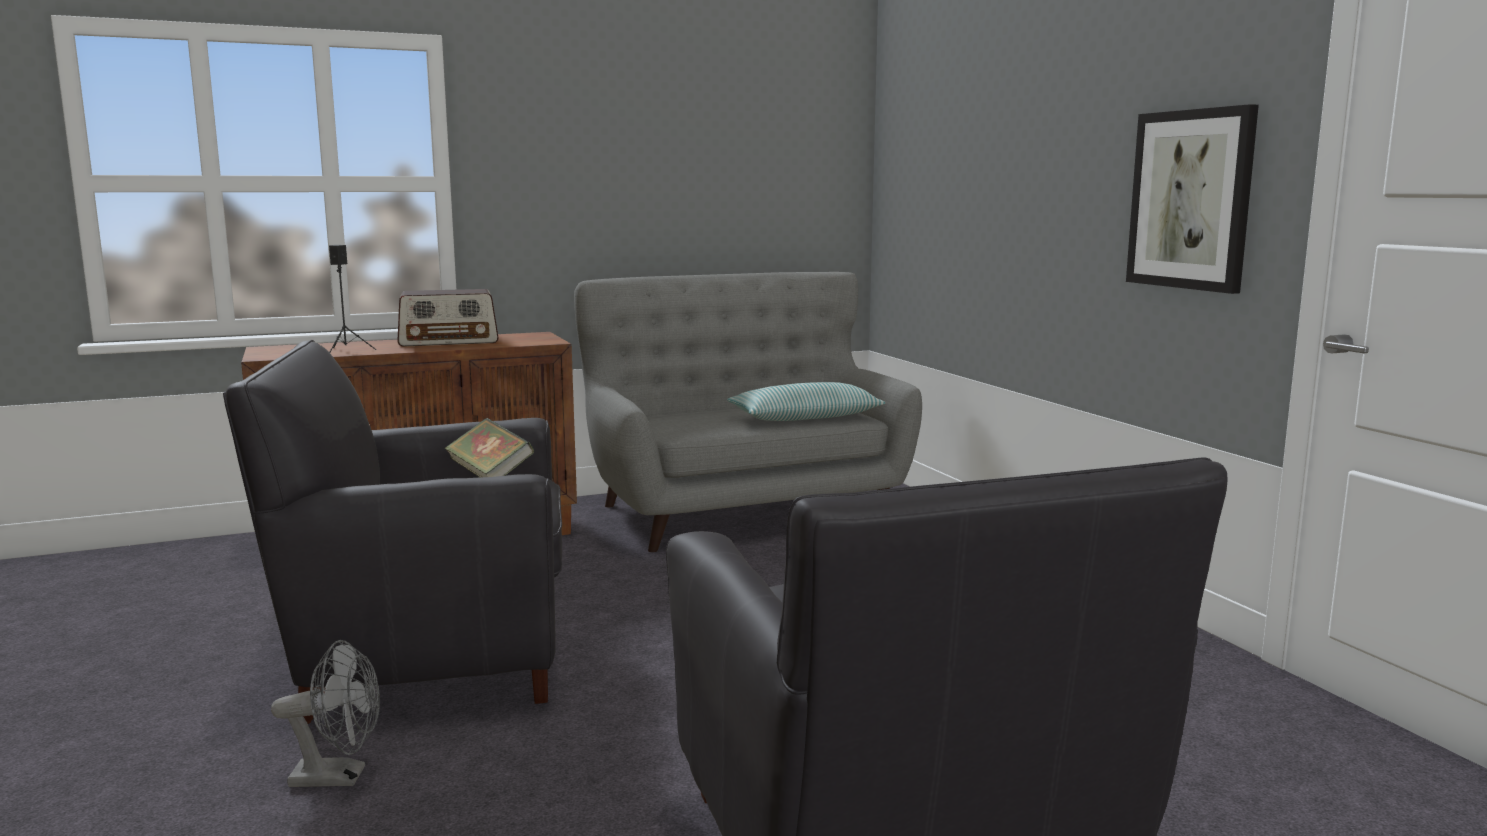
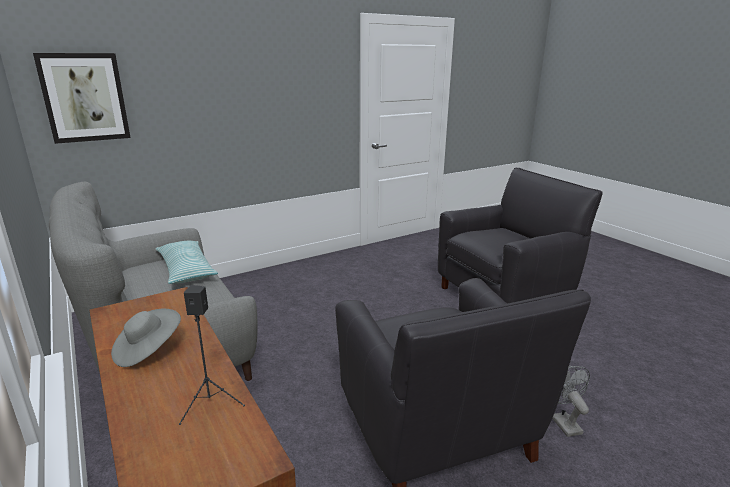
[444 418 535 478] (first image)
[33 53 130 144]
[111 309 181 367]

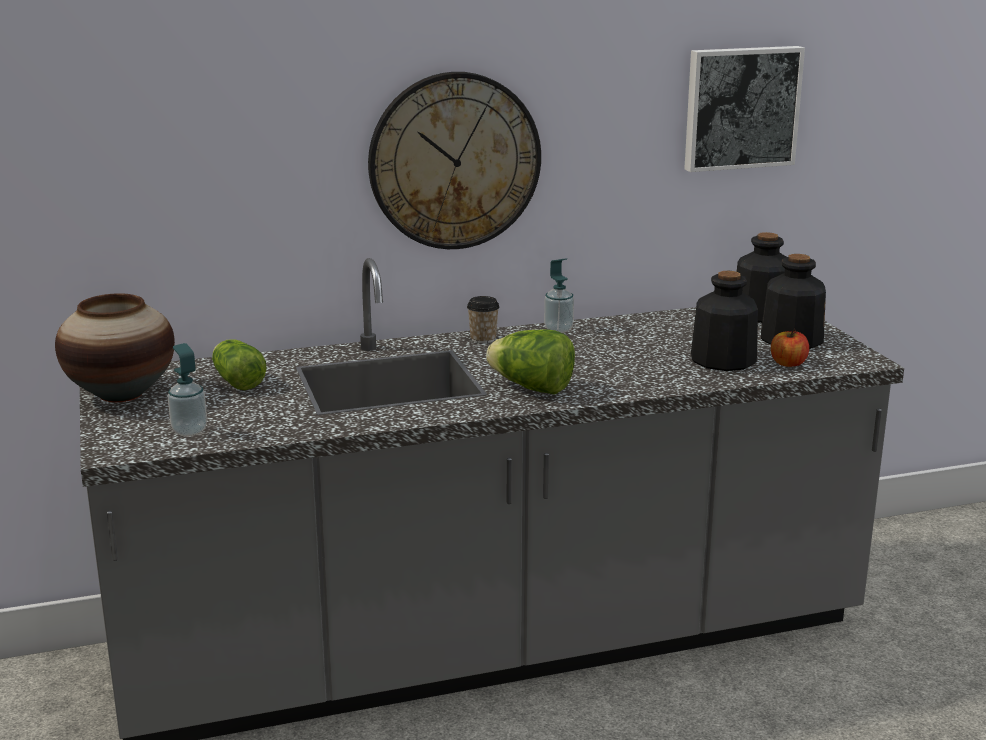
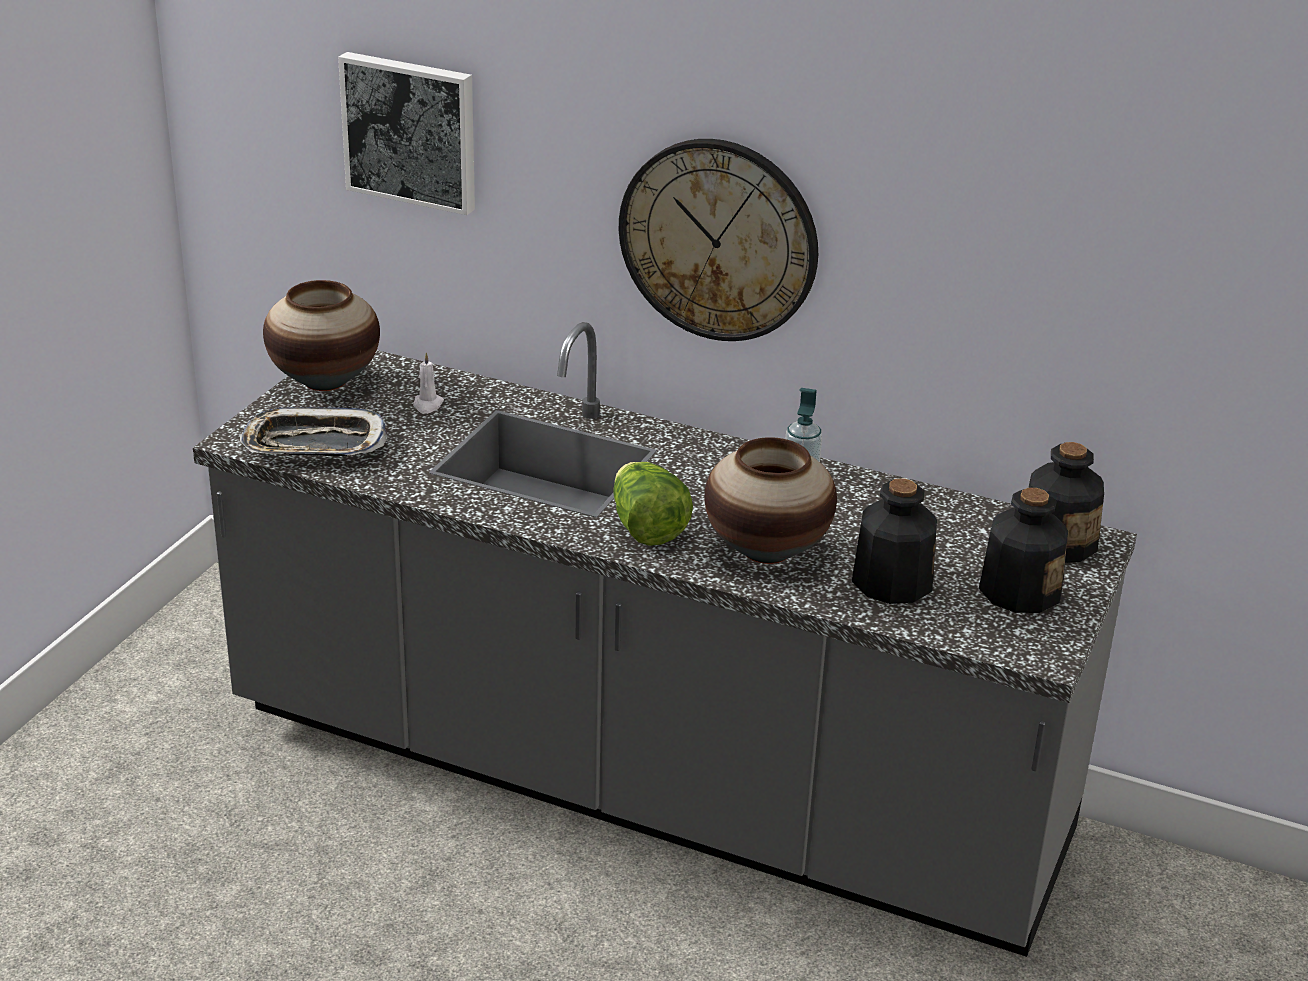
[467 296 500 344] (first image)
[771 329 809 367] (first image)
[705 437 837 564]
[338 52 475 215]
[240 407 388 457]
[413 352 444 414]

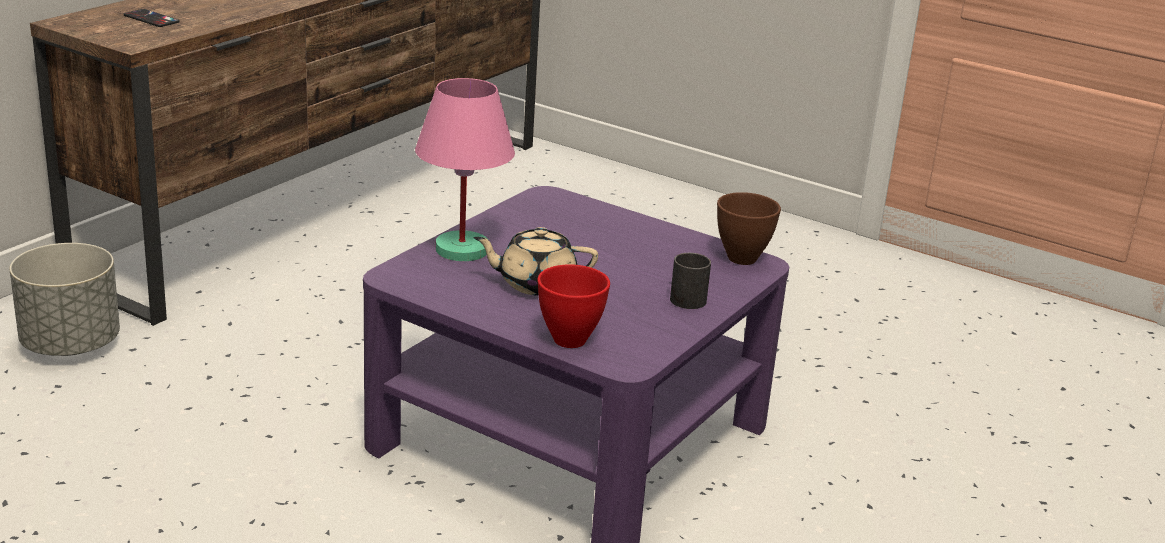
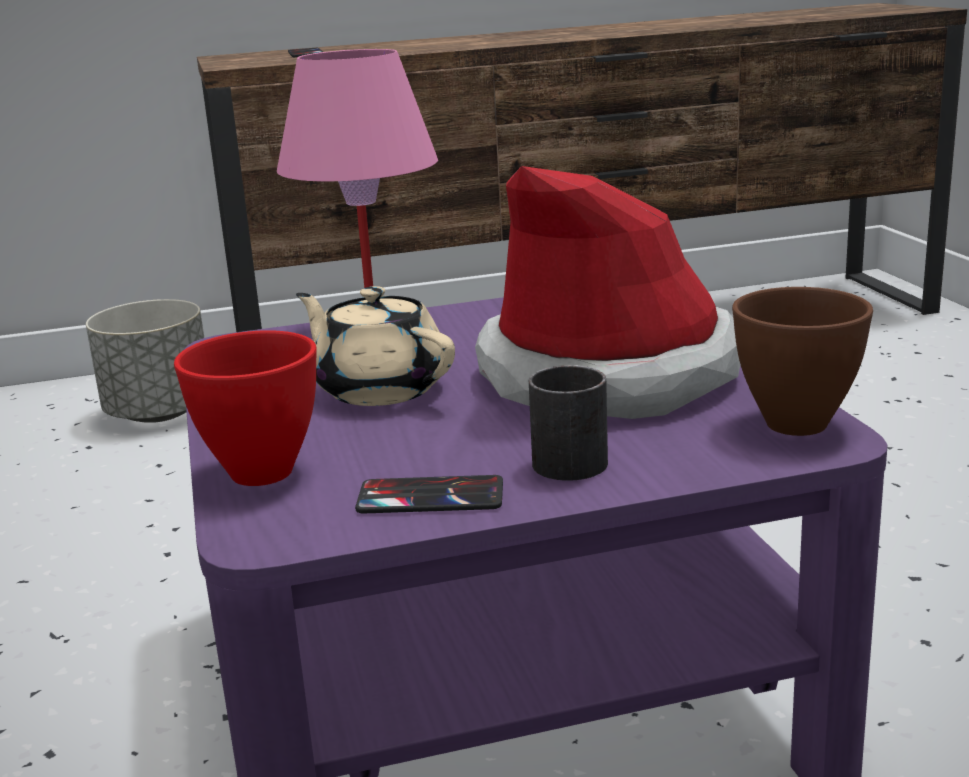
[355 475 503 513]
[475 166 741 419]

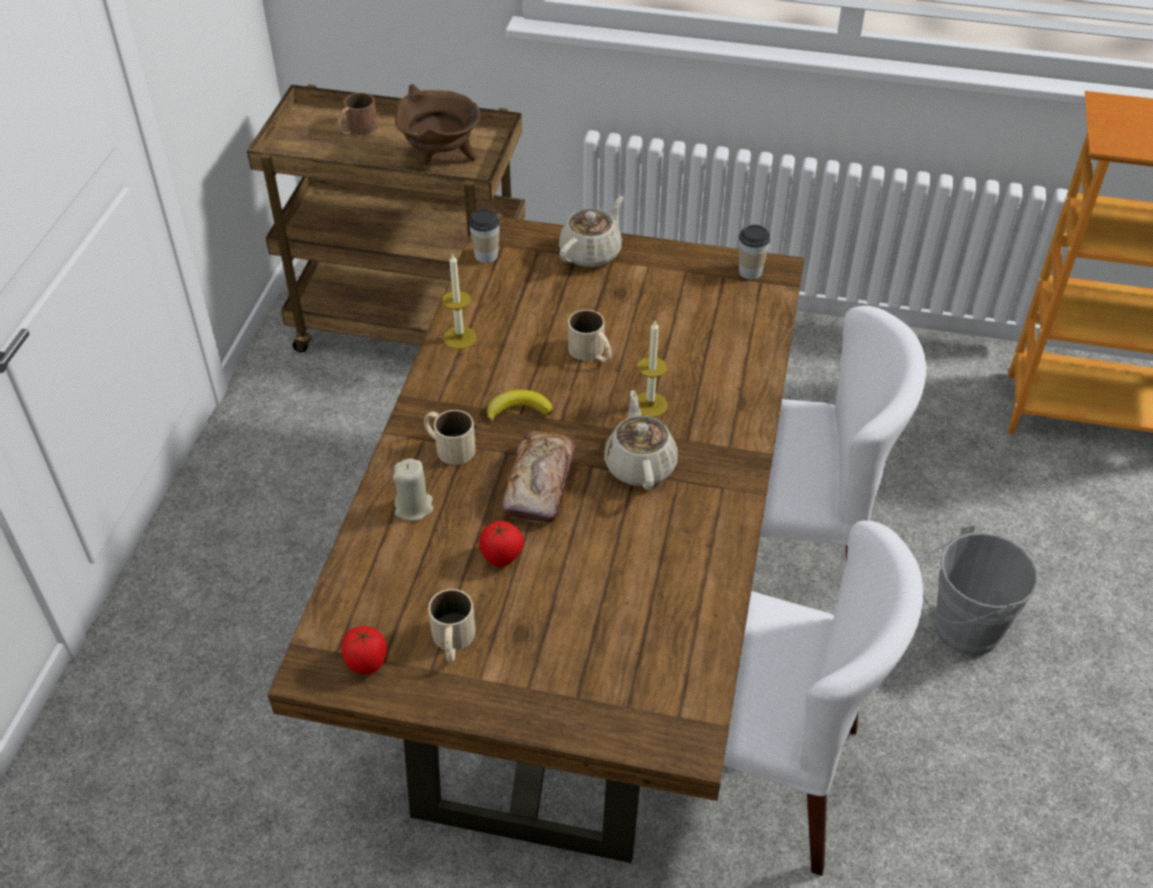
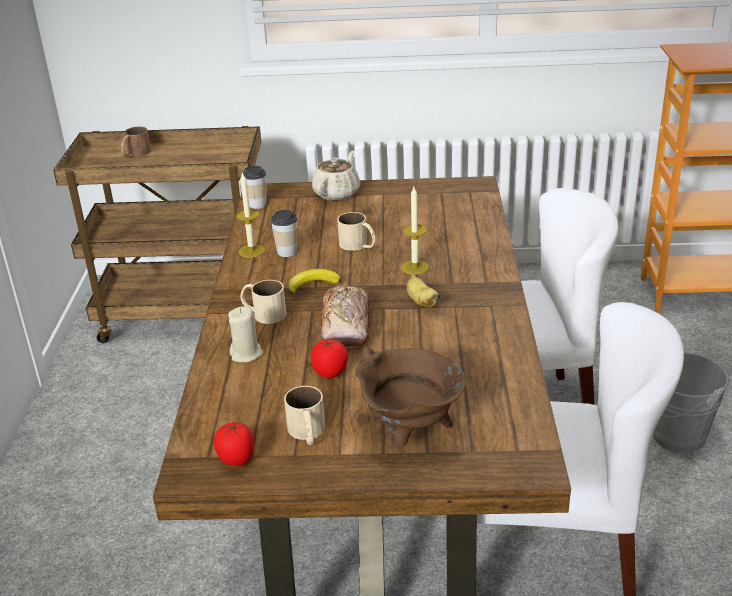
[356 346 466 447]
[271 210 297 257]
[407 274 440 308]

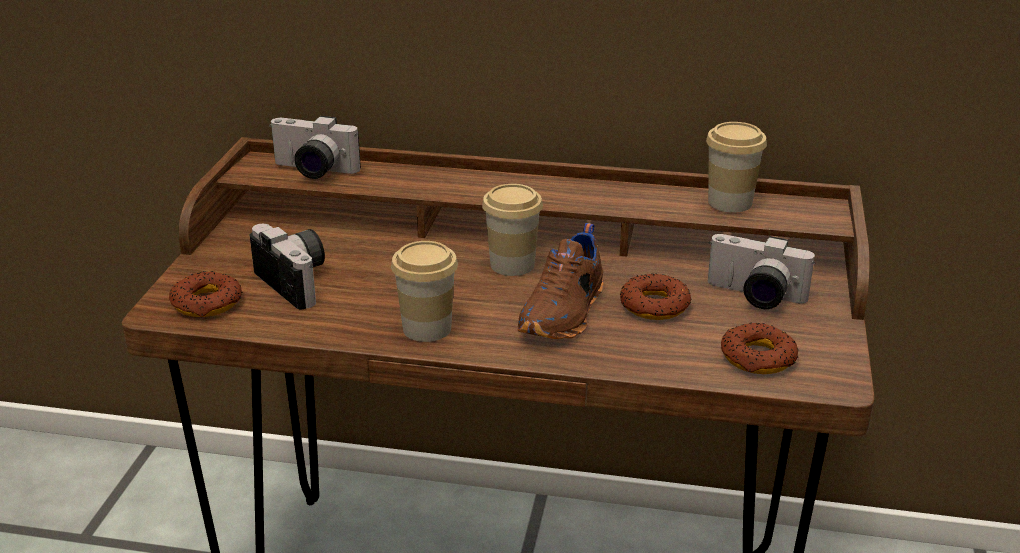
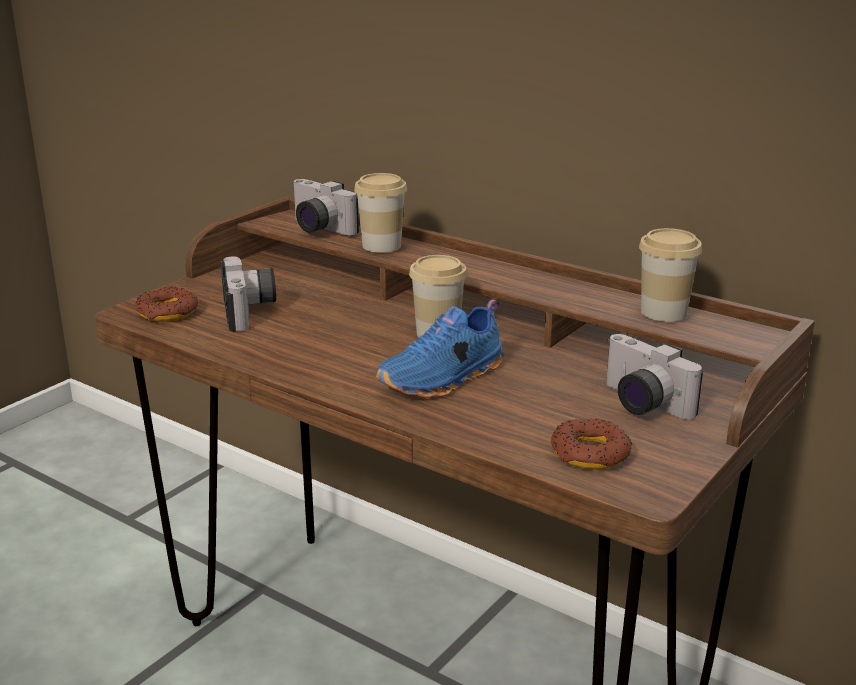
[620 274 692 320] (first image)
[354 173 407 253]
[376 299 503 398]

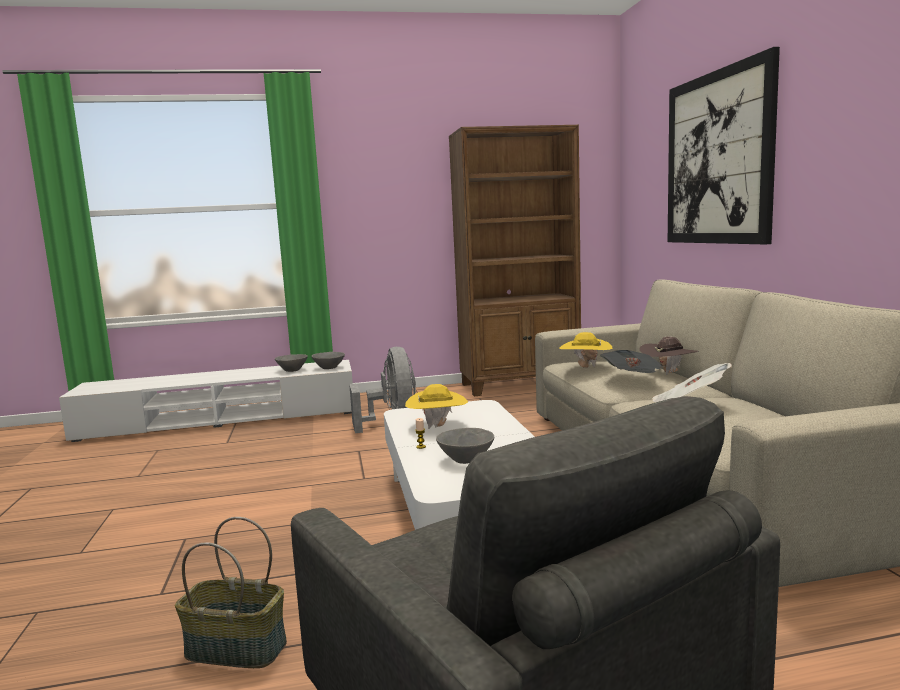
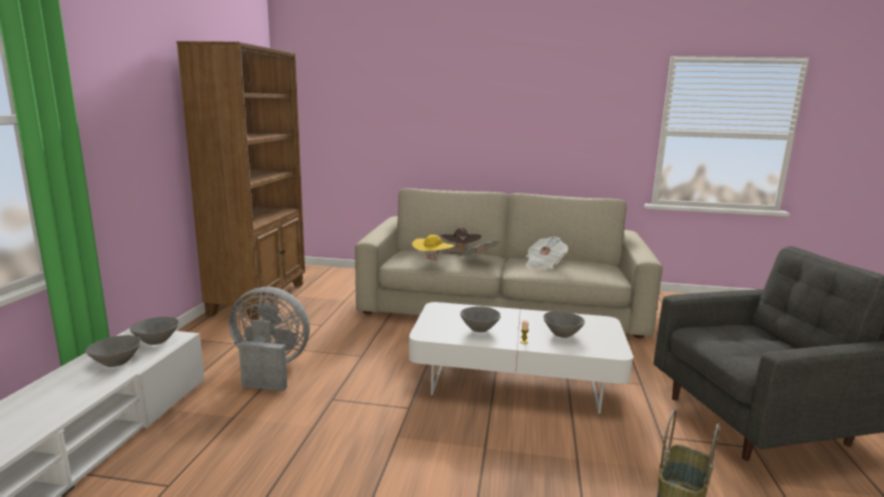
[668 47 780 244] (first image)
[460 306 501 332]

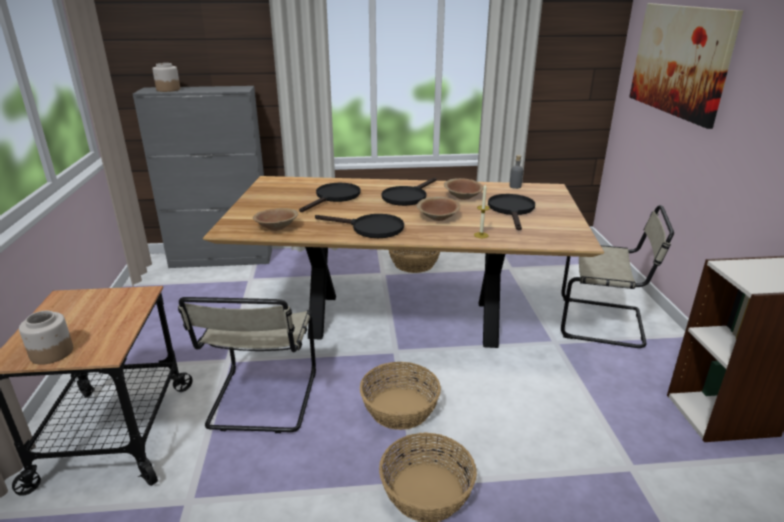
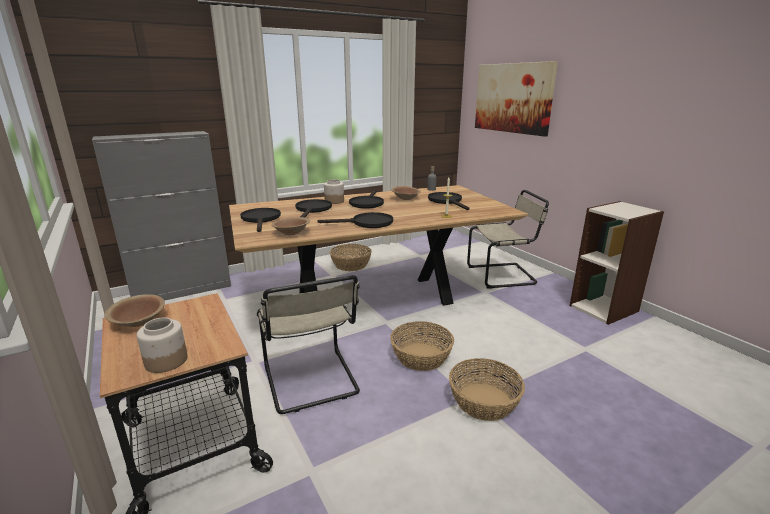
[240 208 281 232]
[324 179 344 204]
[104 294 165 327]

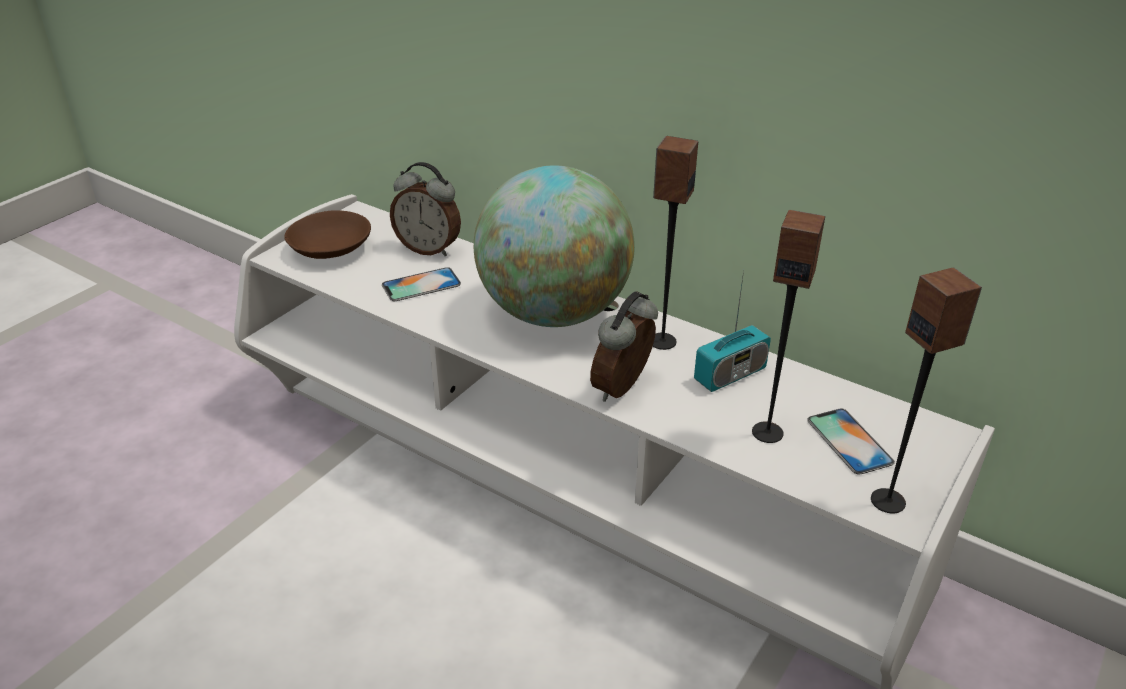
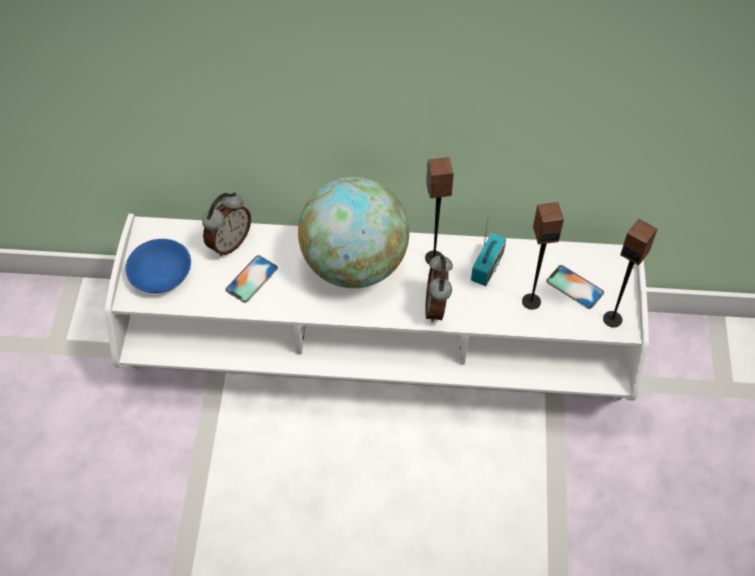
[126 239 191 293]
[202 192 251 256]

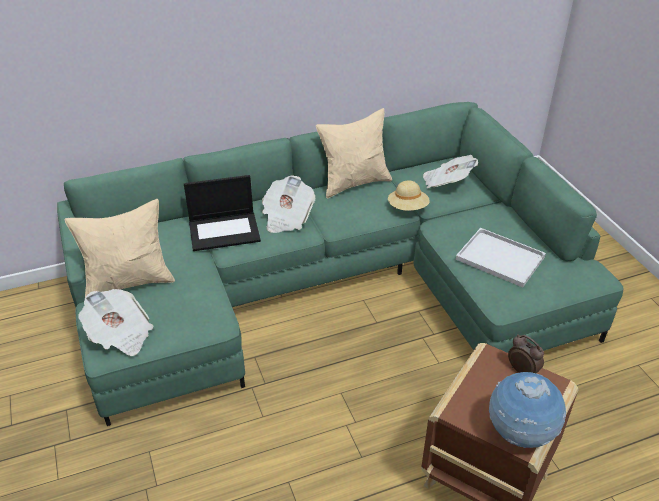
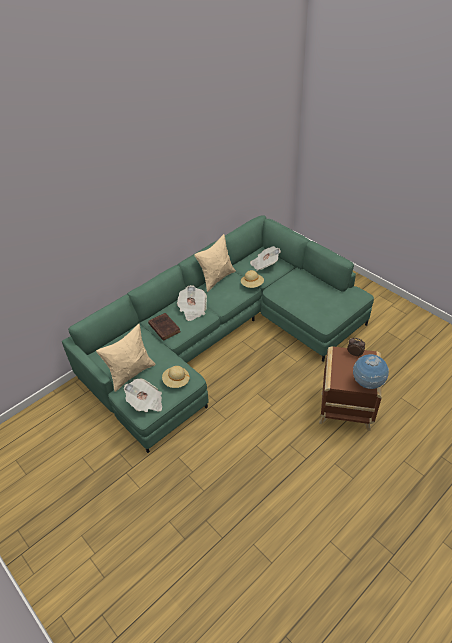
[456 228 546 288] (first image)
[162 366 190 388]
[148 313 181 341]

